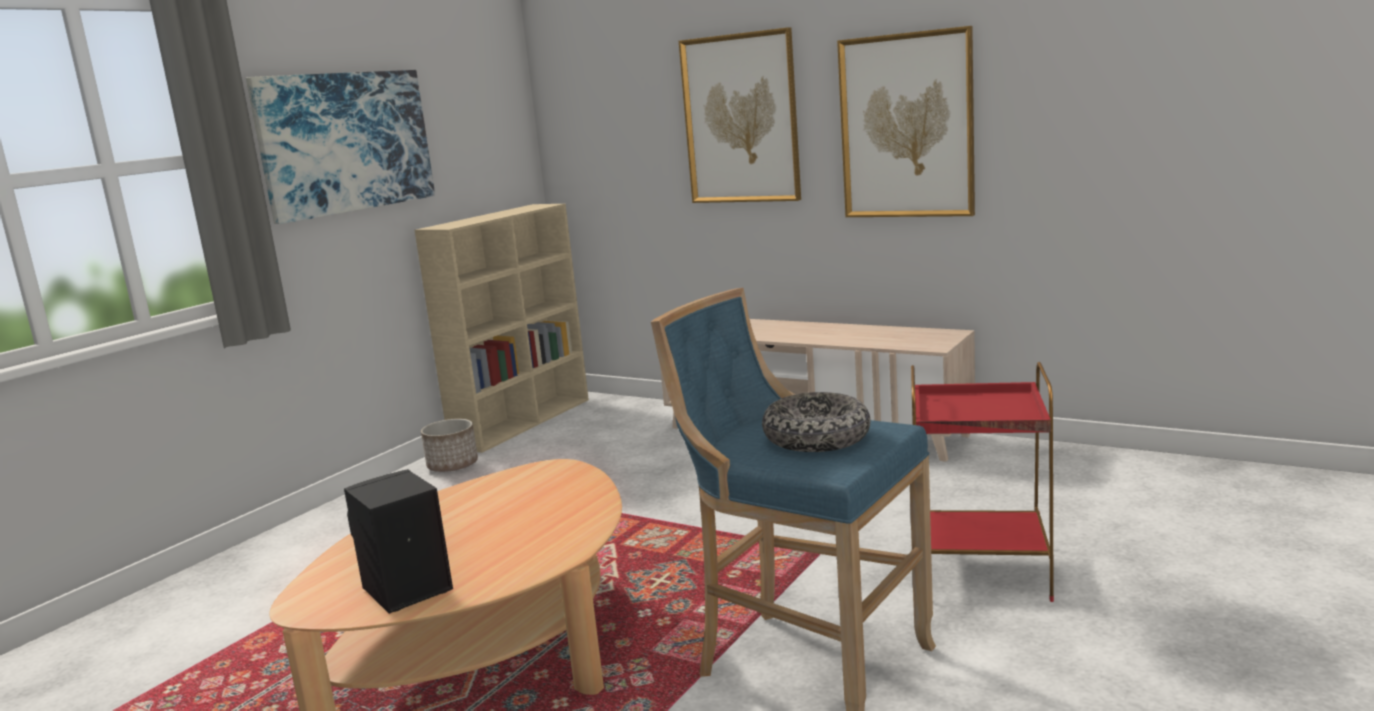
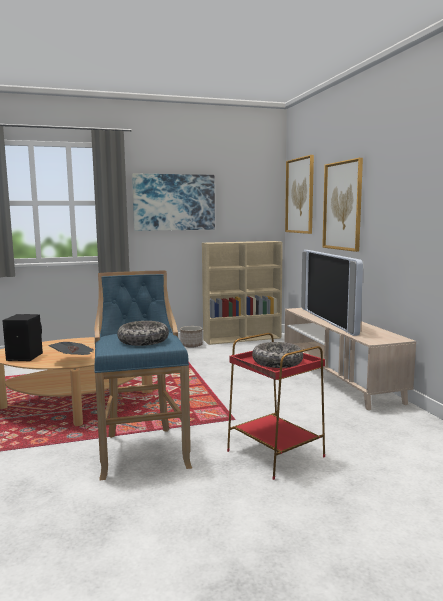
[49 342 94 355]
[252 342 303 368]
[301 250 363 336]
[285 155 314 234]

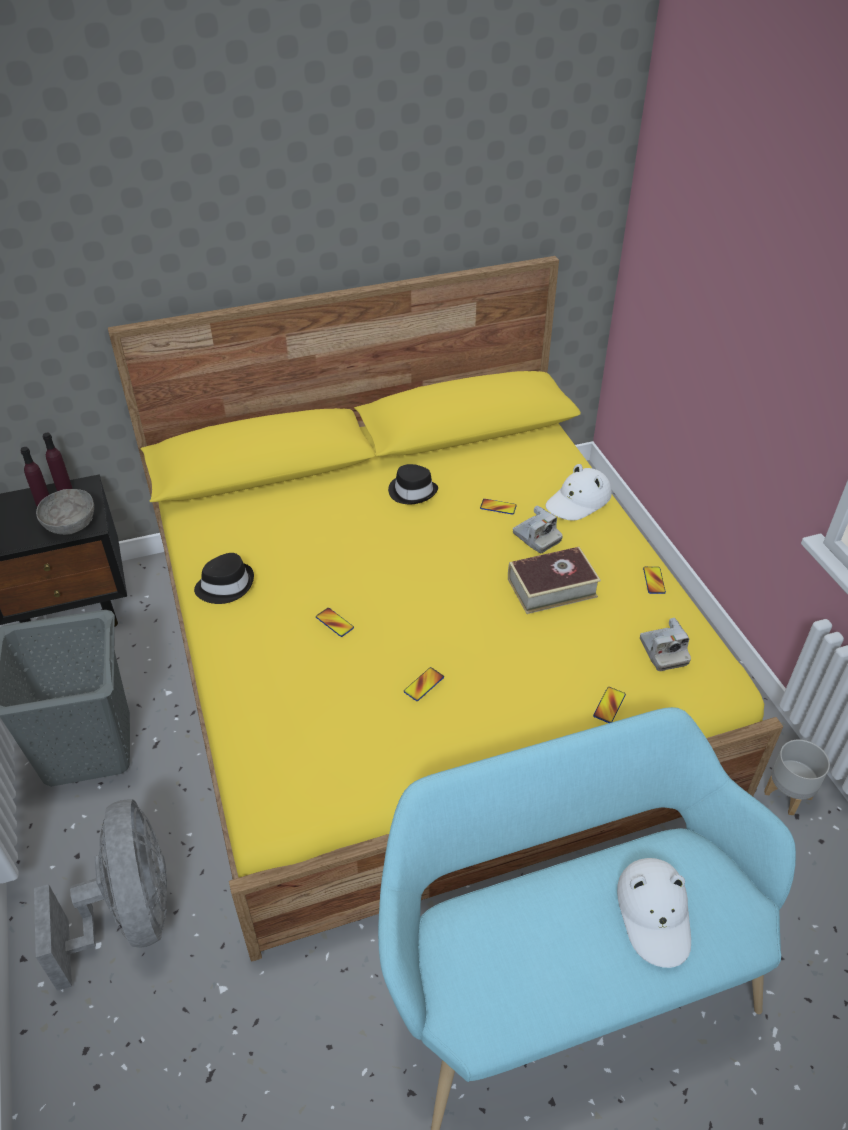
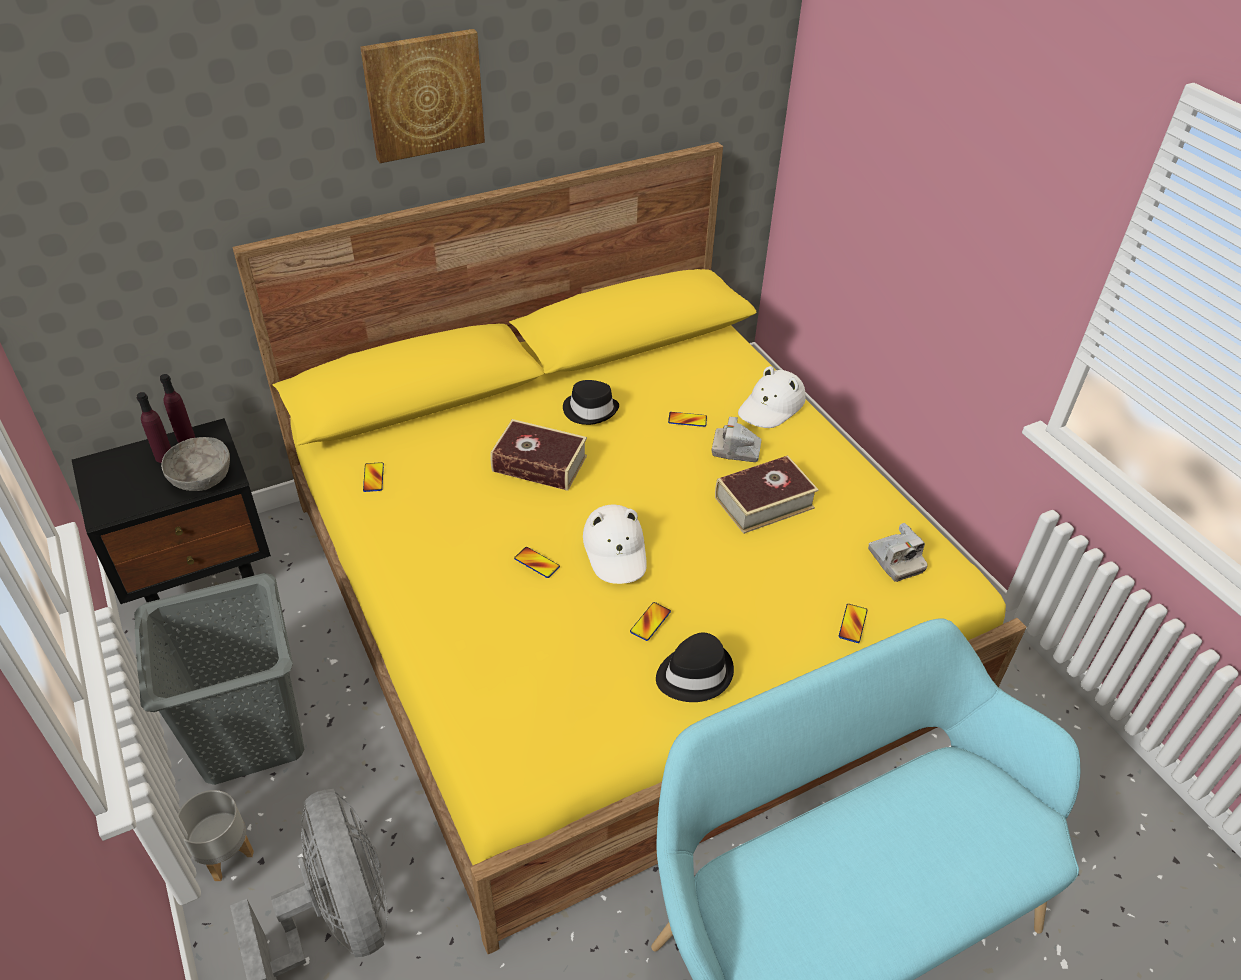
[360 29 485 163]
[490 419 587 491]
[656 633 734 702]
[583 504 647 584]
[363 462 384 492]
[177 790 254 881]
[711 417 761 462]

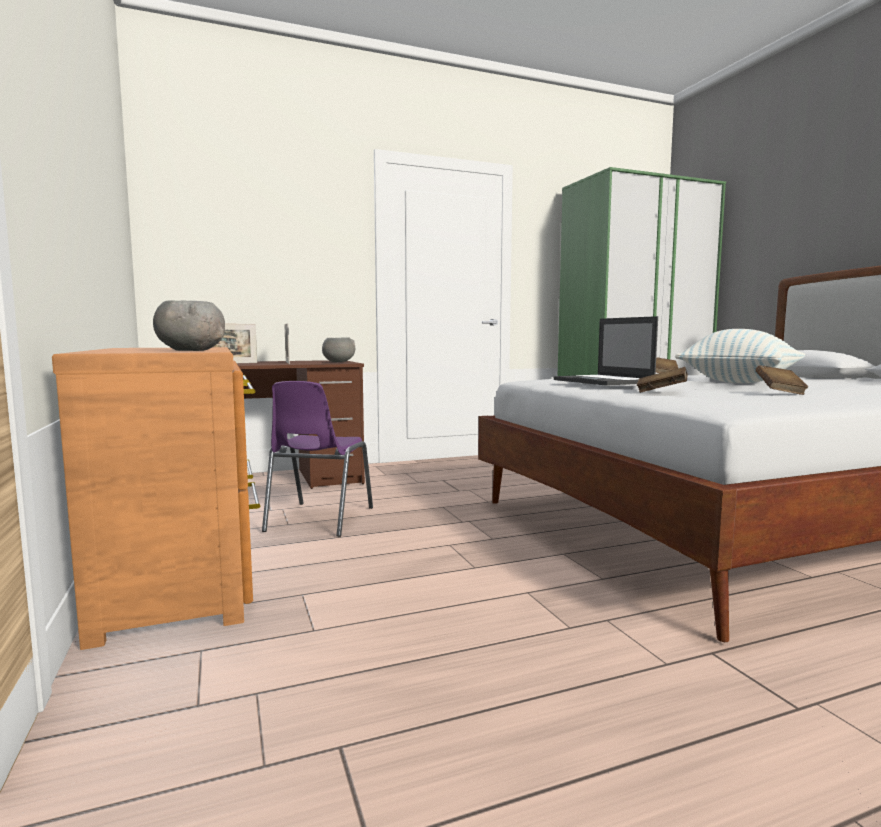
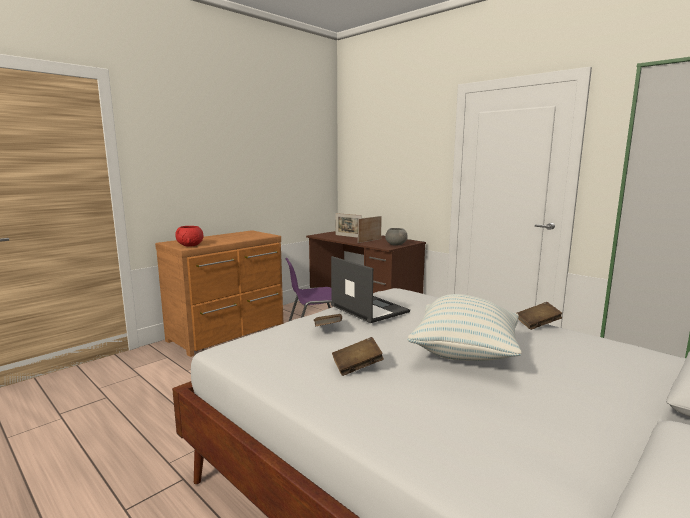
[175 226 203 247]
[331 256 410 323]

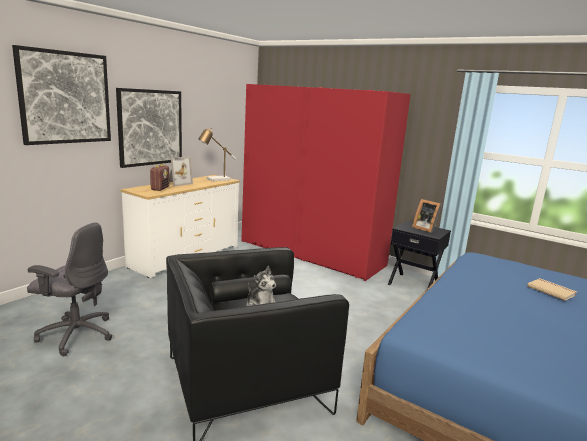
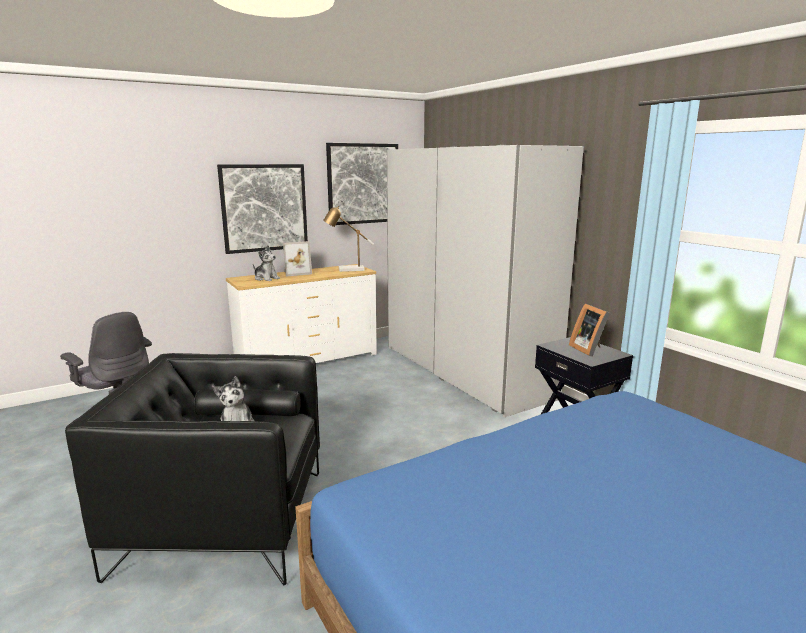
[527 278 577 301] (first image)
[326 143 398 225]
[253 245 280 281]
[387 145 584 417]

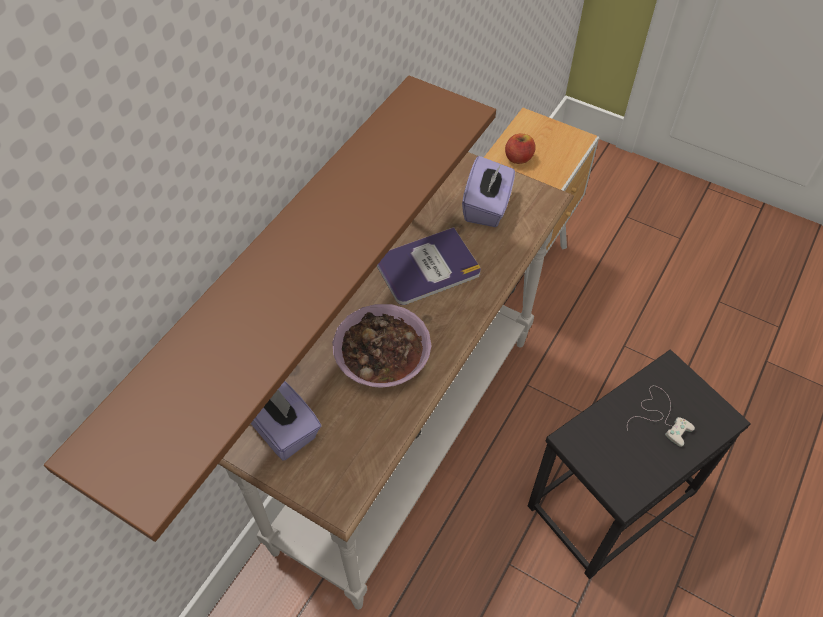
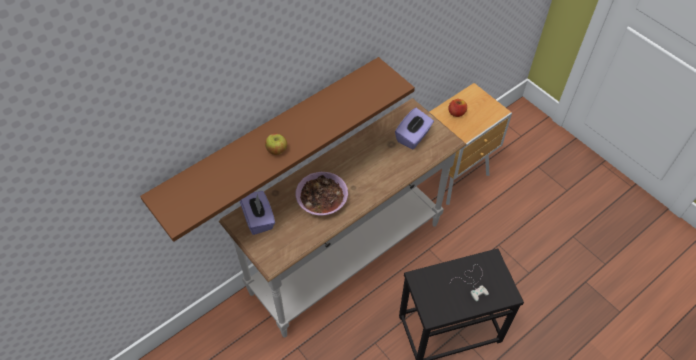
[377 227 481 305] (first image)
[265 133 287 155]

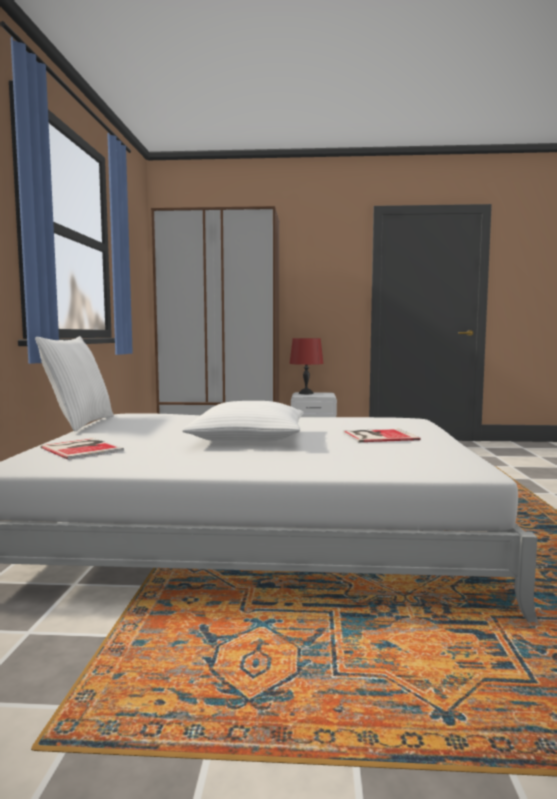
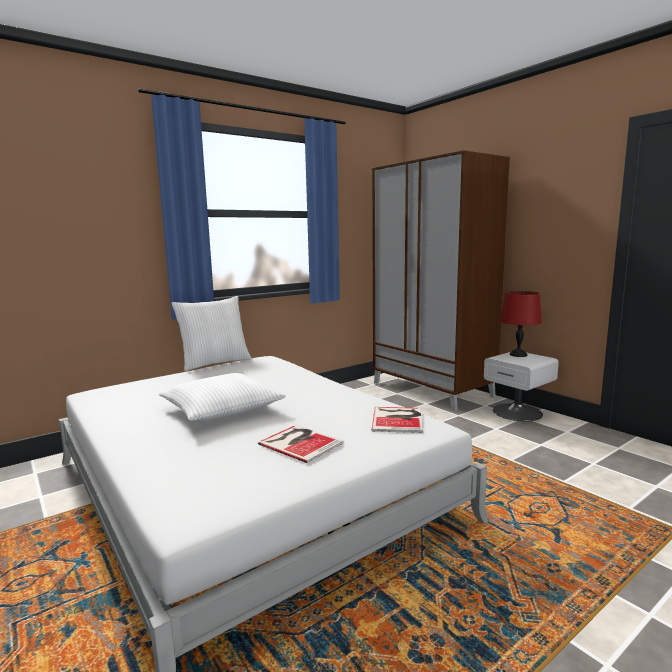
[372 407 423 433]

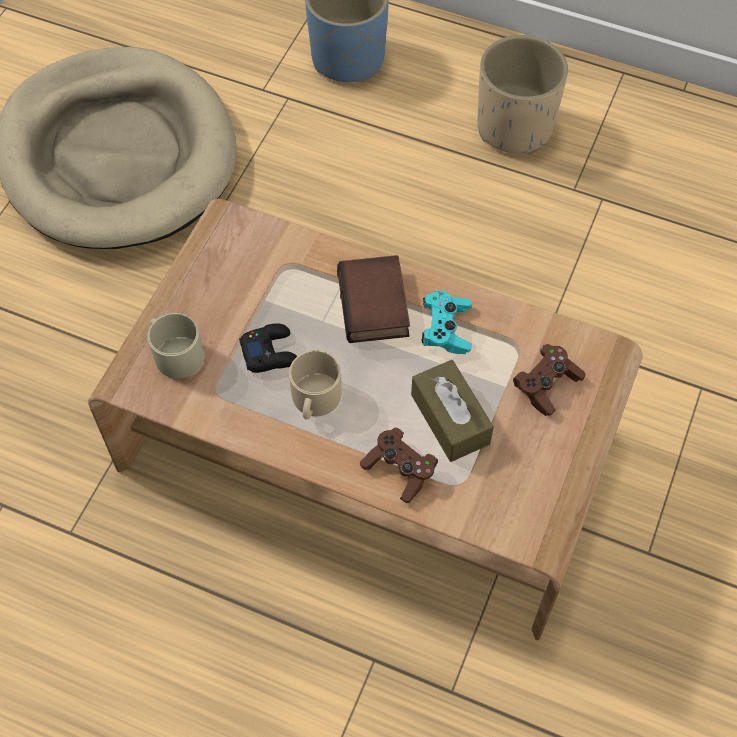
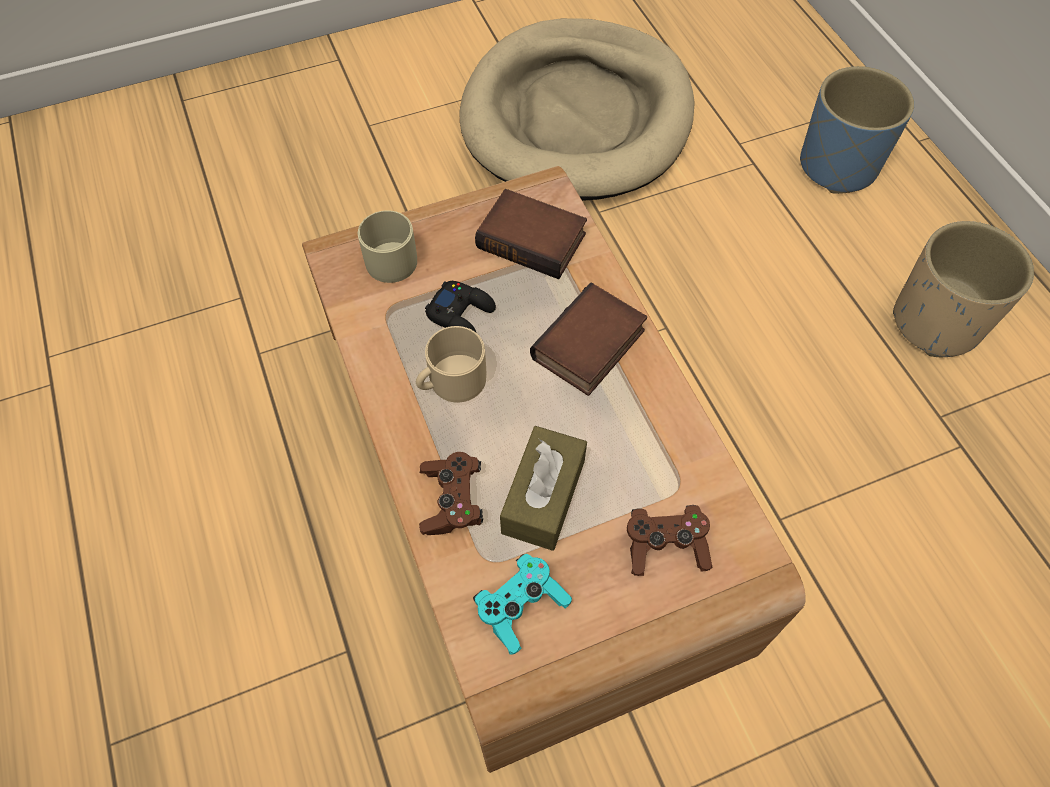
[475 189 587 279]
[473 554 572 655]

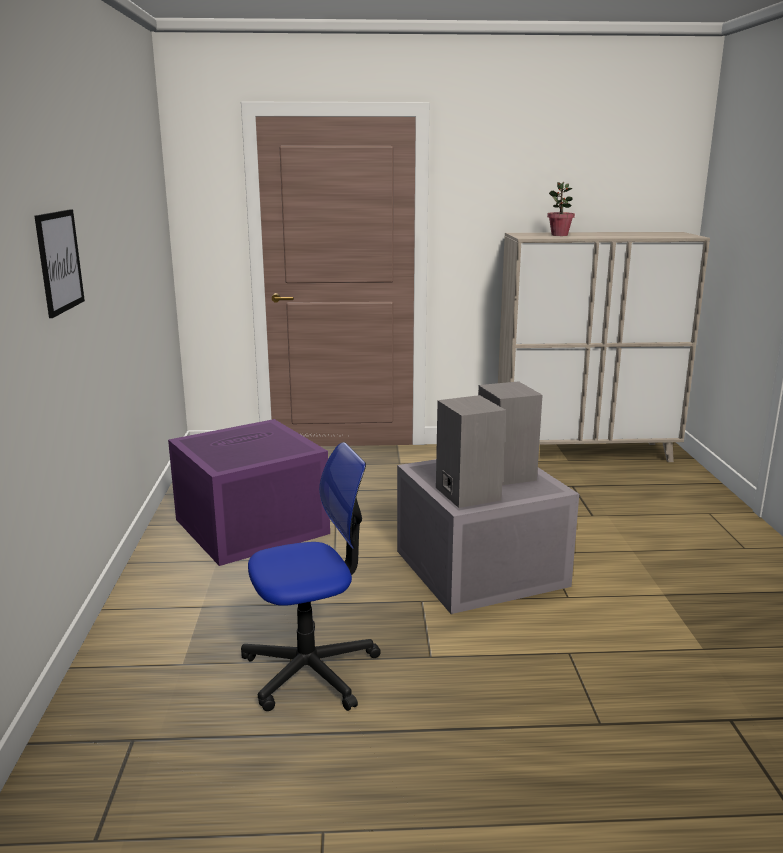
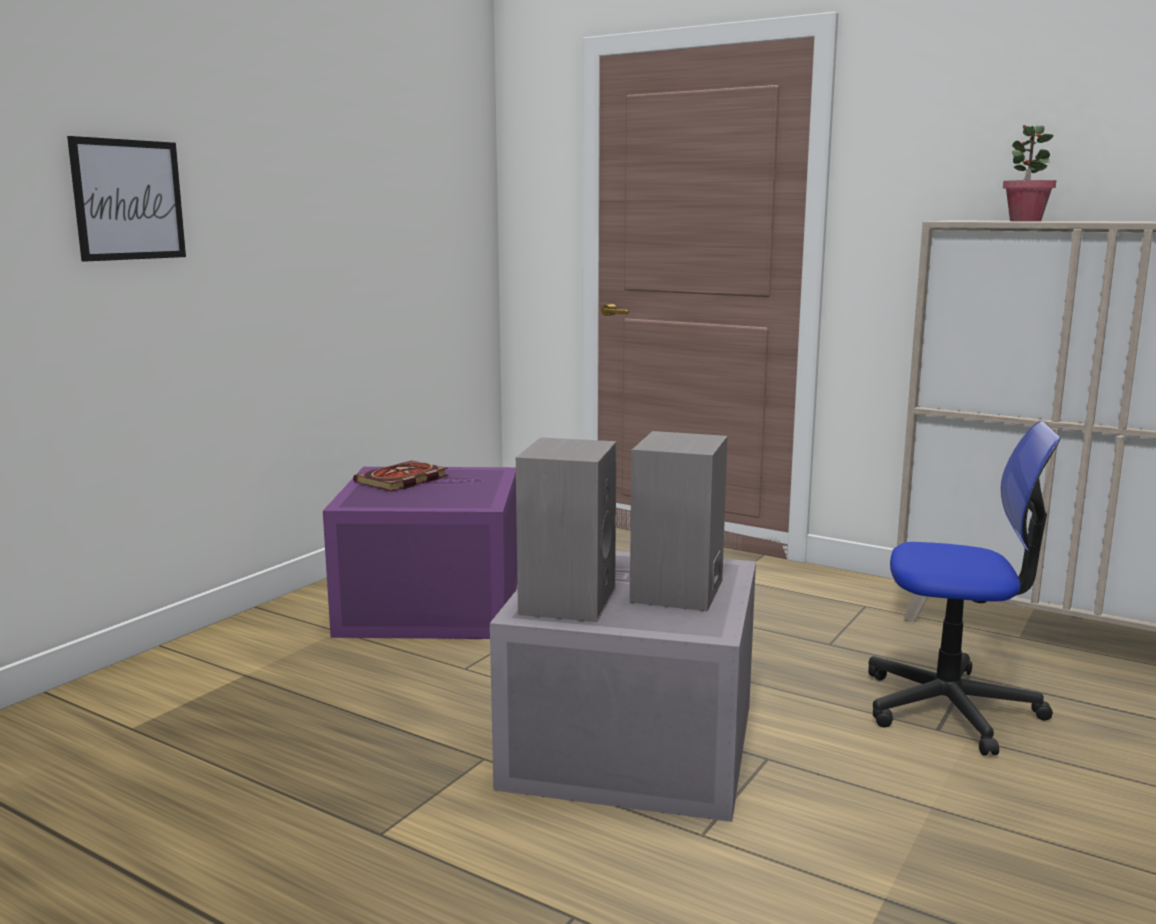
[353 460 449 492]
[868 422 1061 756]

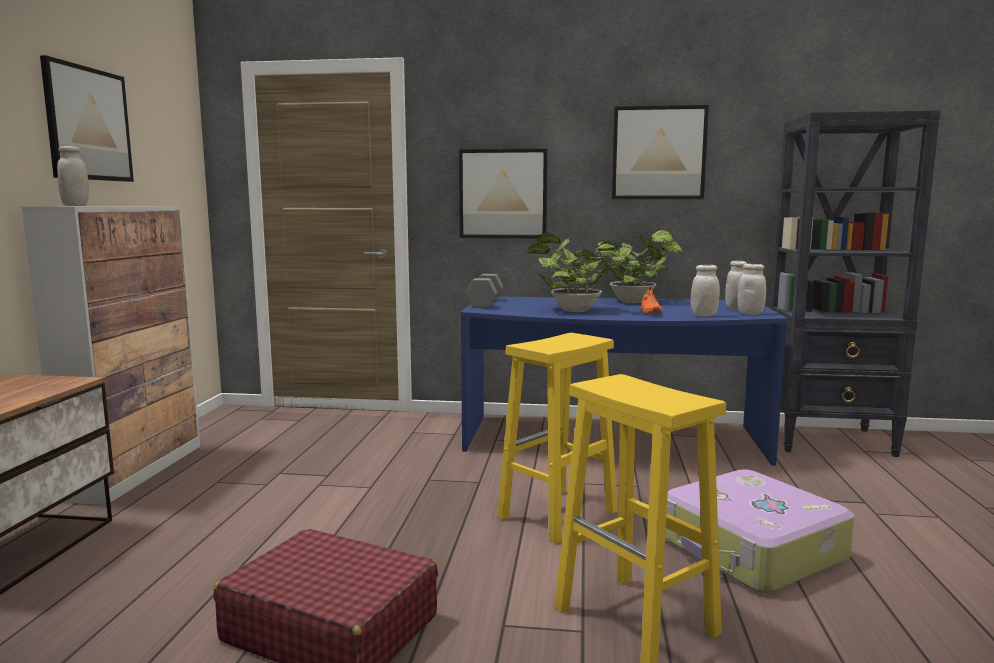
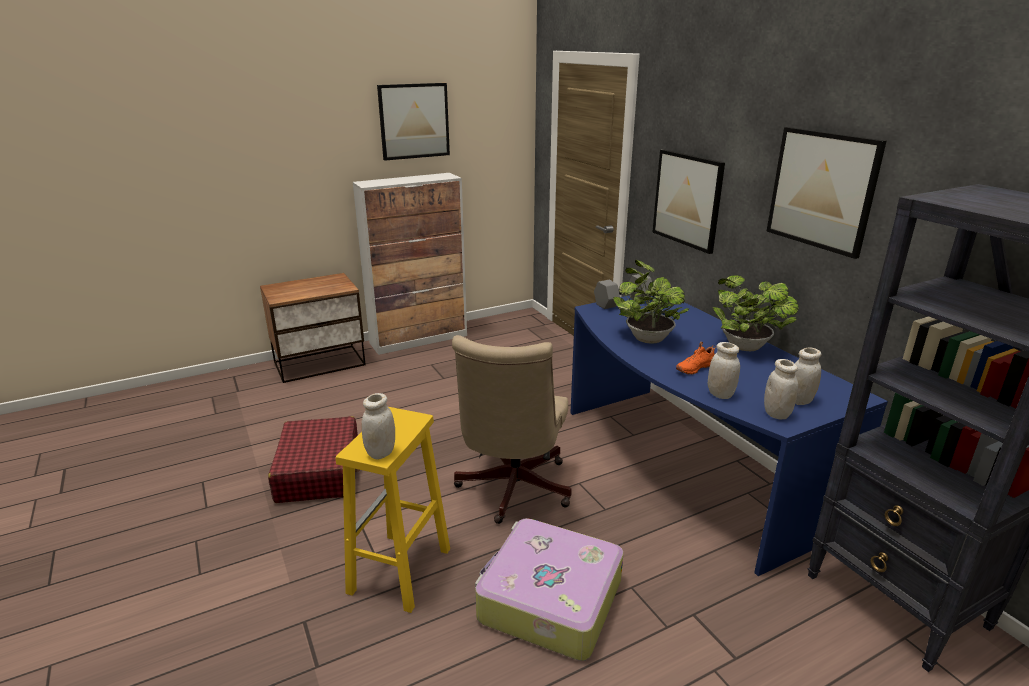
[361 393 395 460]
[452 335 572 524]

